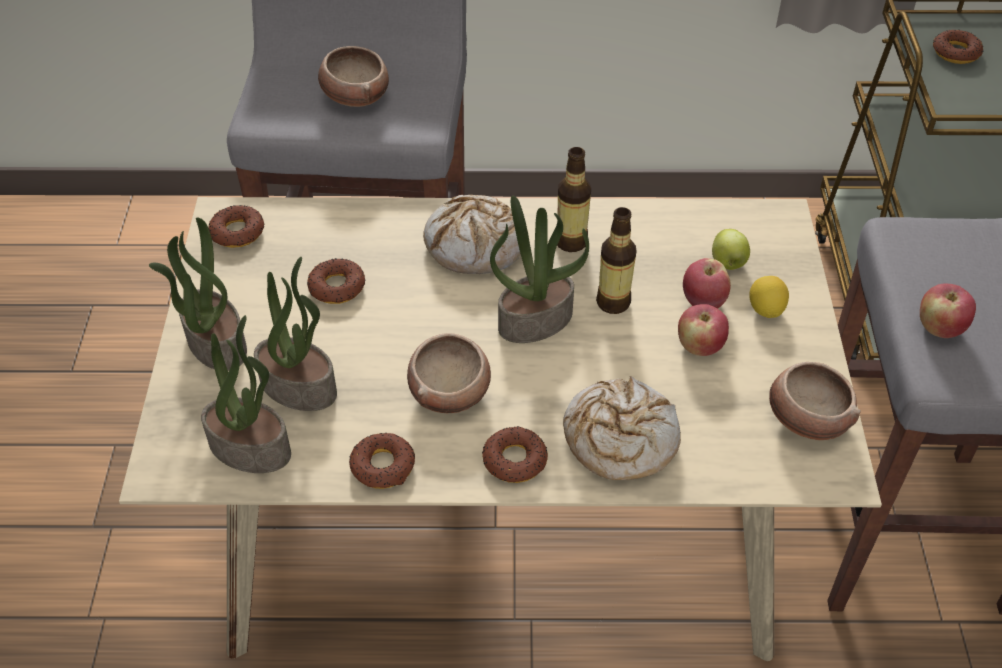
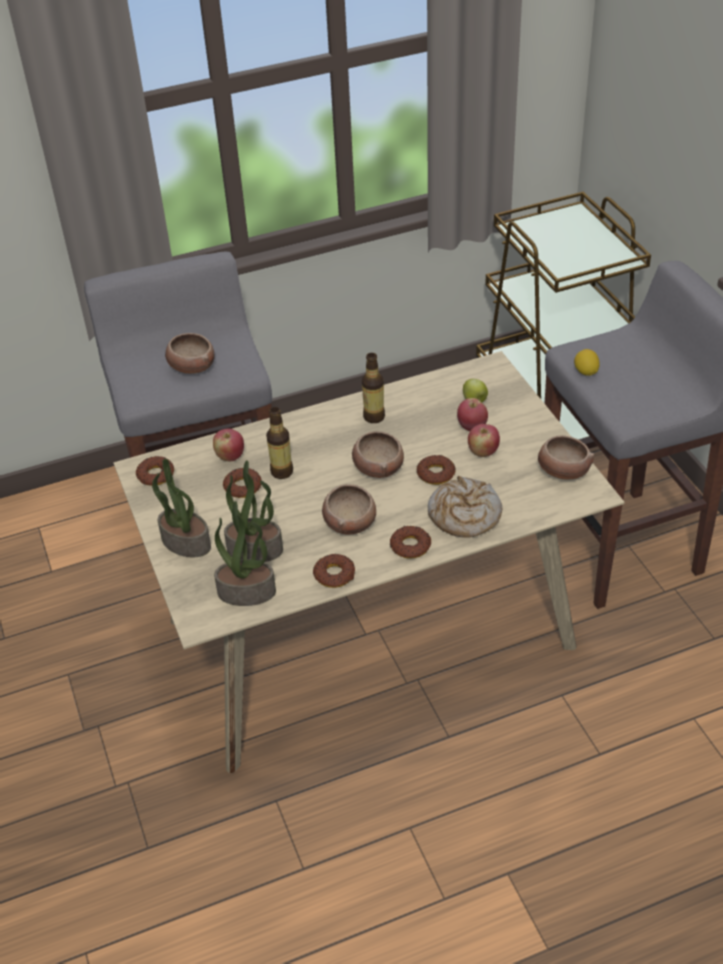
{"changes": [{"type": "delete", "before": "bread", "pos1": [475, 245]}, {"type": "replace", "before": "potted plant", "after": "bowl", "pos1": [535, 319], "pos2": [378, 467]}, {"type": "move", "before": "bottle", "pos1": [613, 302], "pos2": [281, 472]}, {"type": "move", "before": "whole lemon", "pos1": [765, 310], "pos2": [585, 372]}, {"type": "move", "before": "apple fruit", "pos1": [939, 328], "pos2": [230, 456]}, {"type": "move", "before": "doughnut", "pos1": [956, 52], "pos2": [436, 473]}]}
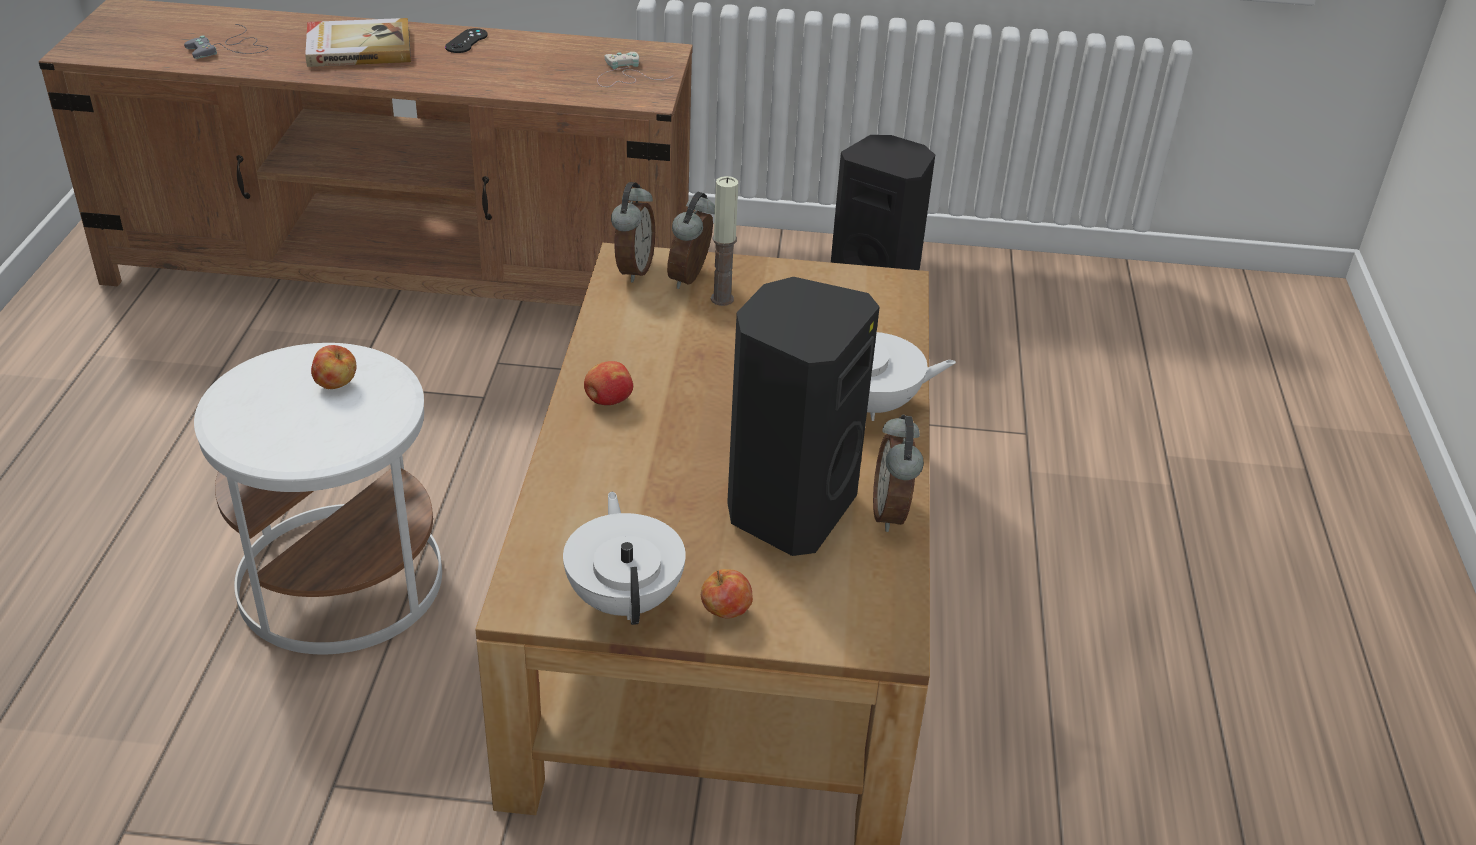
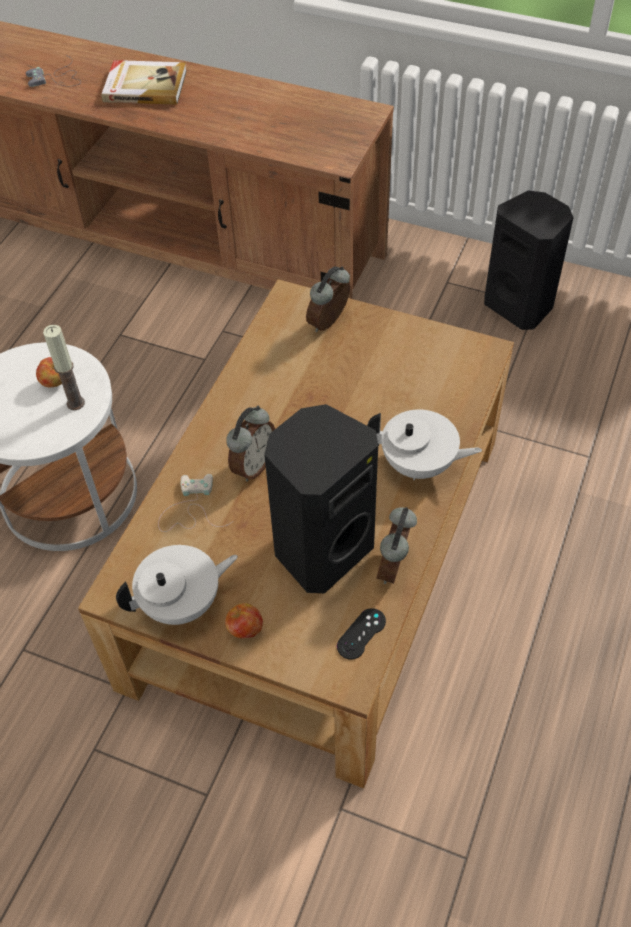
{"changes": [{"type": "move", "before": "joypad (black)", "pos1": [466, 41], "pos2": [361, 634]}, {"type": "rotate", "before": "pot for tea (white-coloured)", "pos1": [625, 598], "pos2": [182, 603], "turn": 60}, {"type": "delete", "before": "apple fruit", "pos1": [608, 401]}, {"type": "move", "before": "joypad (white-coloured)", "pos1": [624, 75], "pos2": [190, 508]}, {"type": "move", "before": "table clock", "pos1": [632, 269], "pos2": [252, 465]}, {"type": "move", "before": "wax light", "pos1": [722, 299], "pos2": [75, 403]}]}
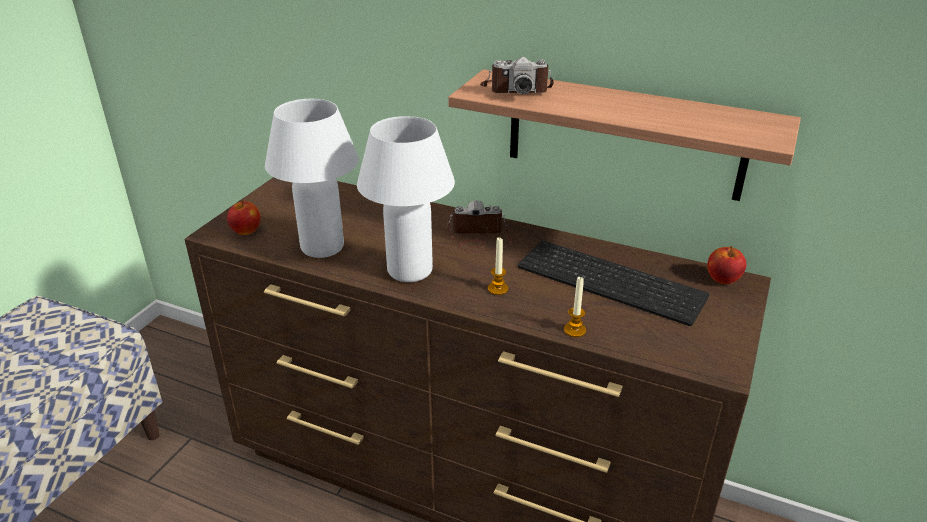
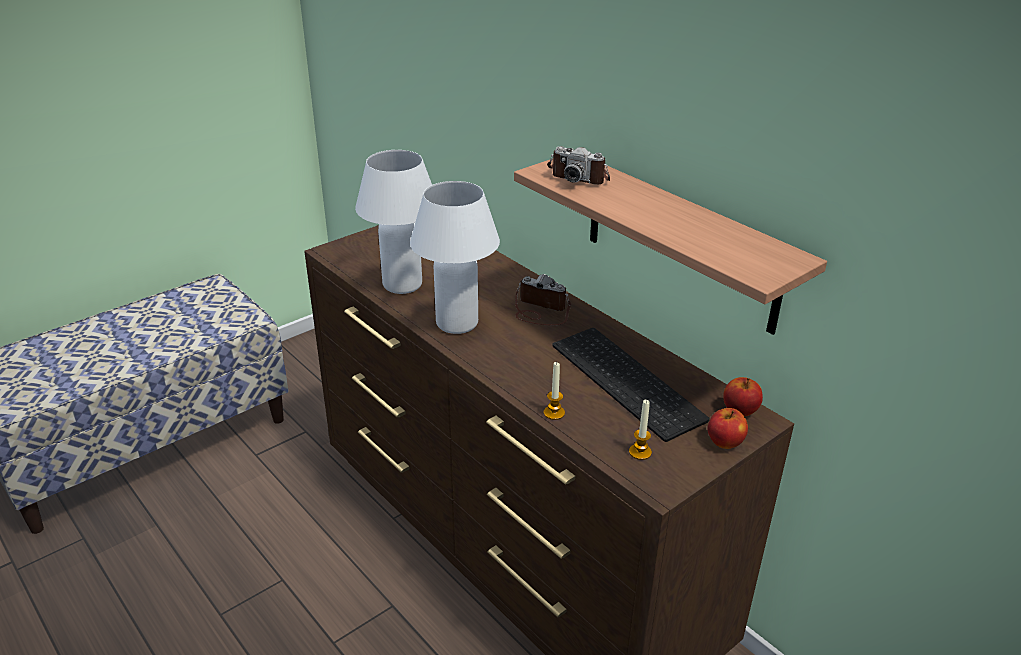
{"changes": [{"type": "move", "before": "apple fruit", "pos1": [246, 231], "pos2": [724, 442]}, {"type": "move", "before": "wax light", "pos1": [498, 289], "pos2": [640, 452]}]}
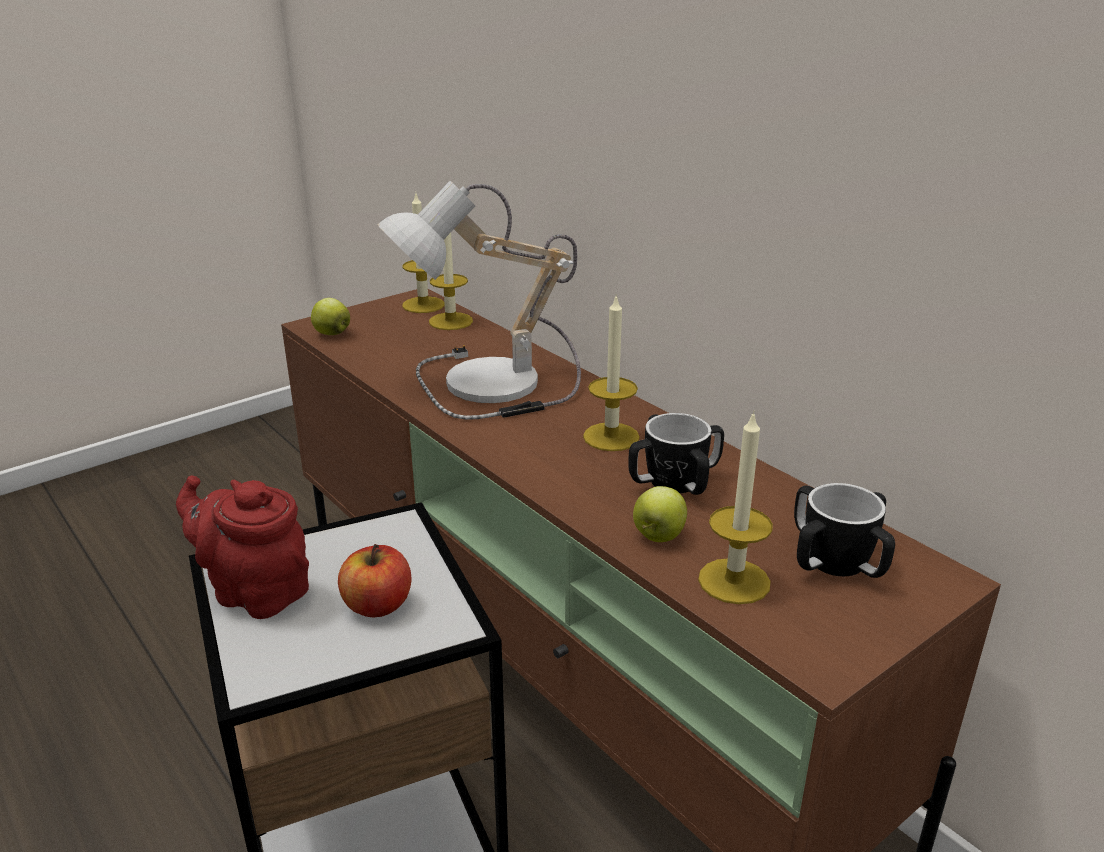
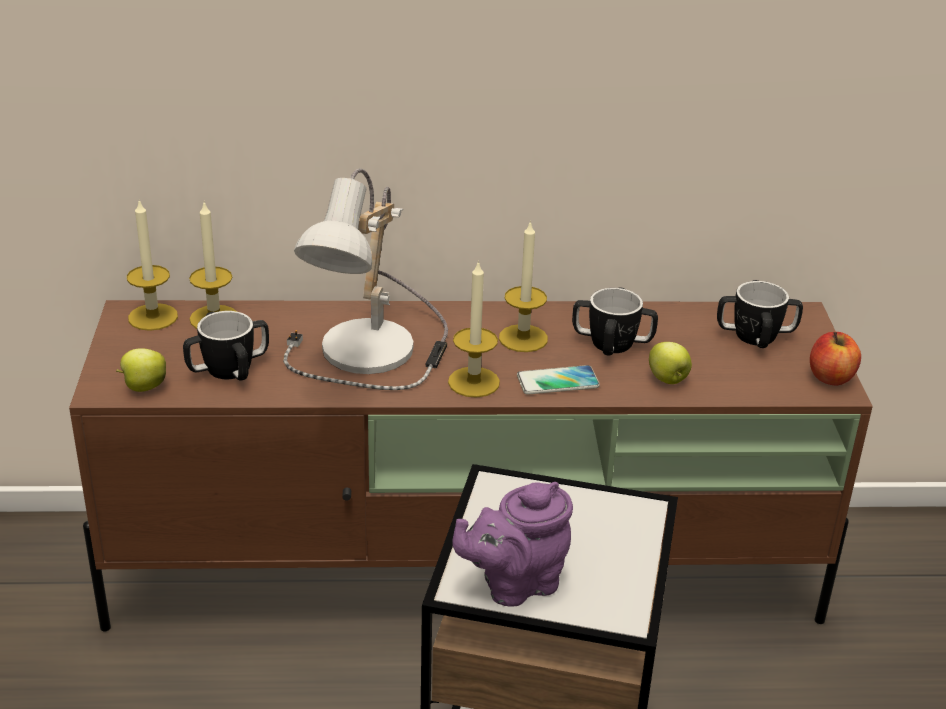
{"changes": [{"type": "recolor", "before": "pot for tea (reddish)", "after": "pot for tea (purple-coloured)", "pos1": [255, 591], "pos2": [514, 584]}, {"type": "move", "before": "apple fruit", "pos1": [378, 605], "pos2": [831, 377]}, {"type": "move", "before": "wax light", "pos1": [734, 581], "pos2": [473, 382]}, {"type": "insert", "after": "tea mug", "pos2": [228, 369]}, {"type": "insert", "after": "telephone", "pos2": [557, 381]}]}
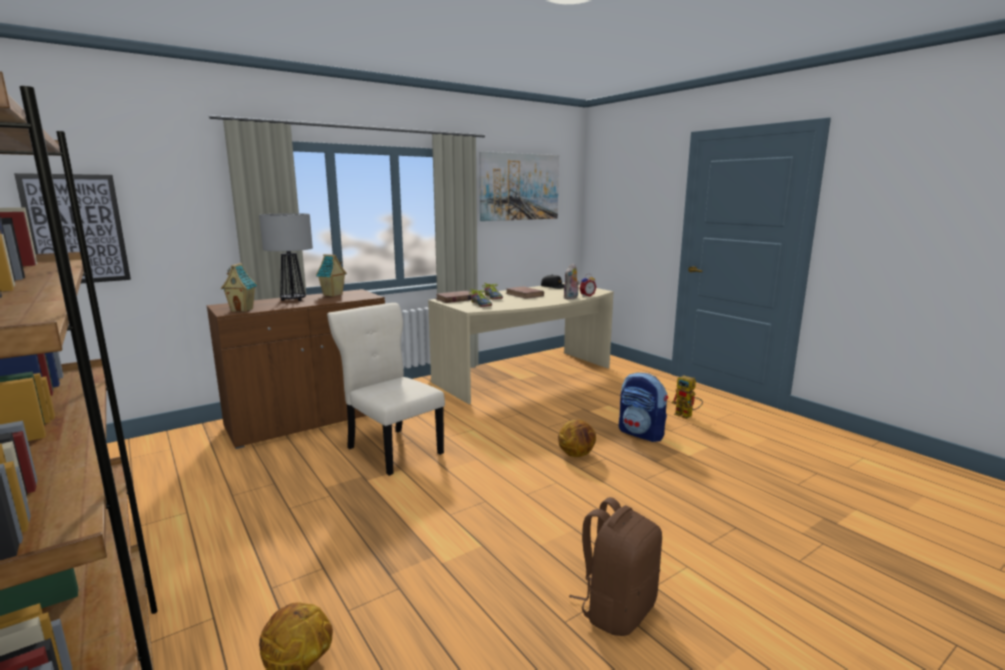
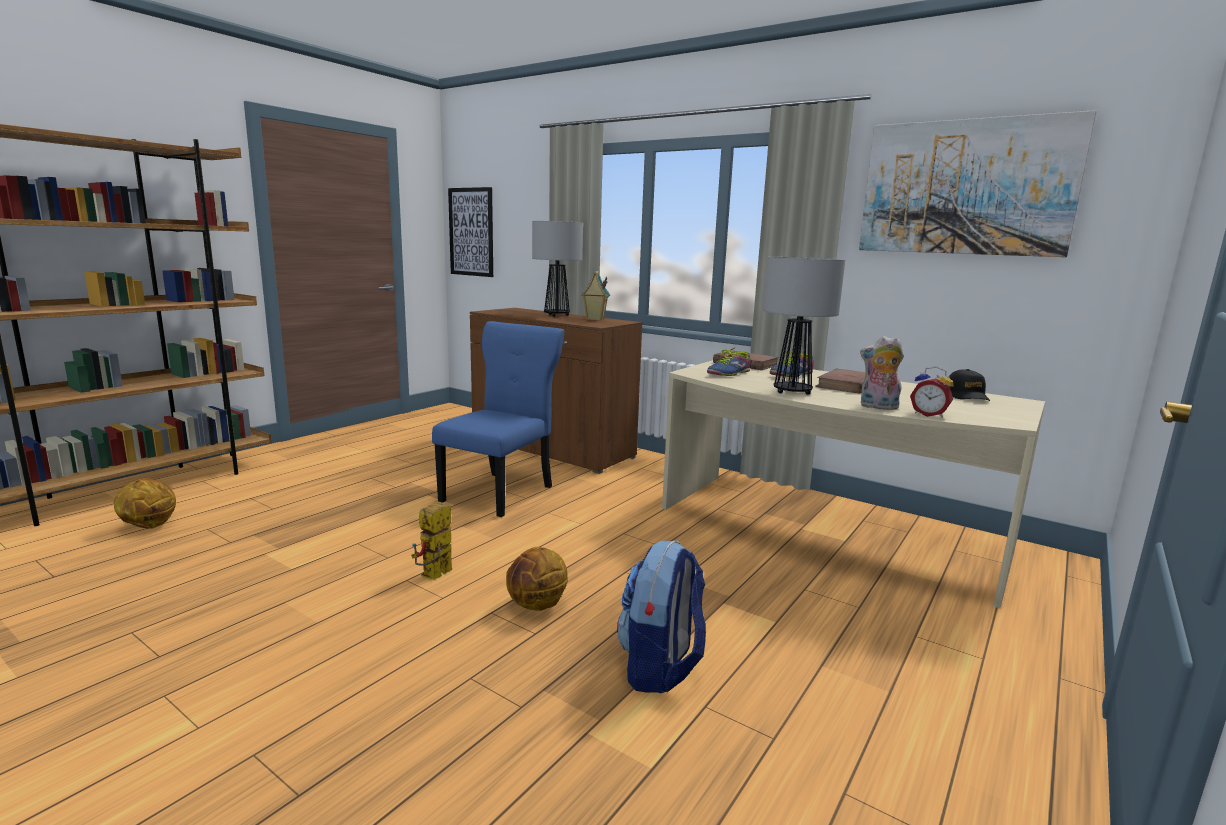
{"changes": [{"type": "delete", "before": "model house", "pos1": [242, 310]}, {"type": "recolor", "before": "plain chair (beige-coloured)", "after": "plain chair (blue-coloured)", "pos1": [392, 449], "pos2": [501, 492]}, {"type": "delete", "before": "knapsack (brownish)", "pos1": [617, 609]}, {"type": "move", "before": "toy robot", "pos1": [687, 416], "pos2": [434, 576]}, {"type": "insert", "after": "lamp for a table", "pos2": [791, 392]}]}
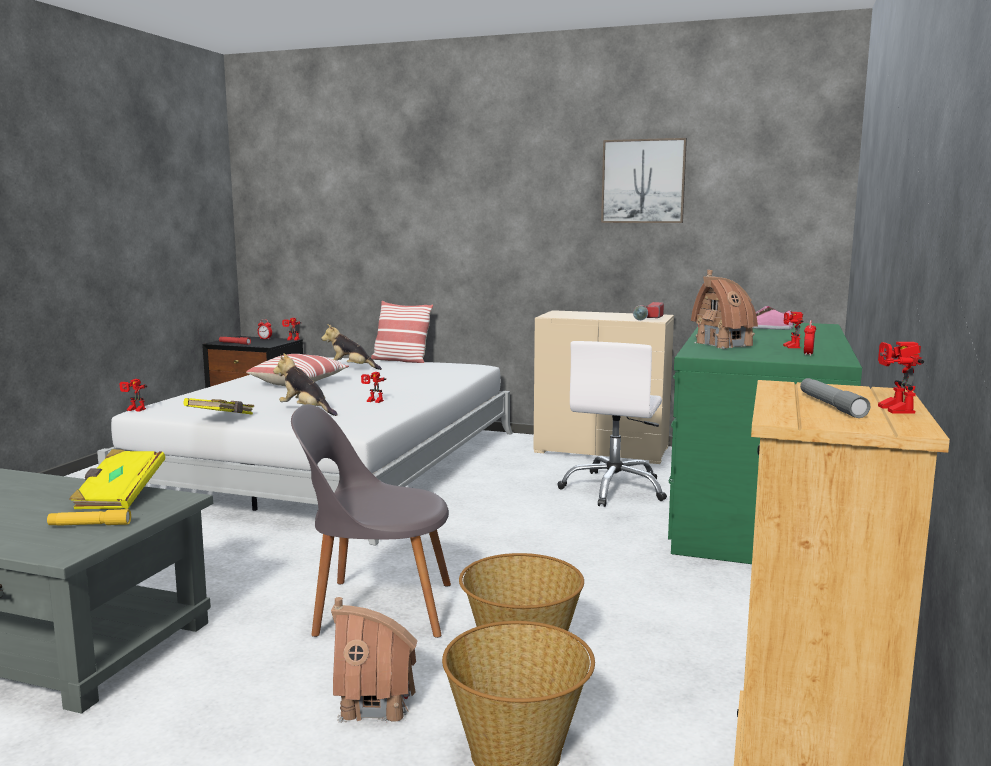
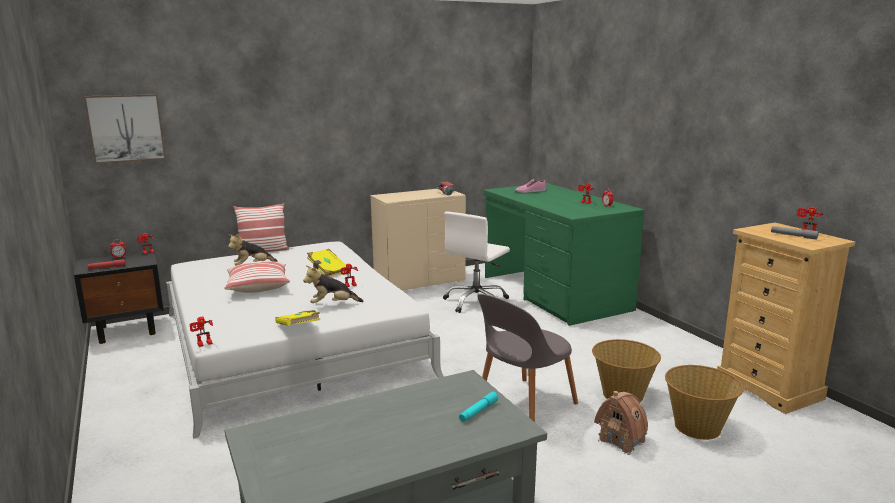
{"changes": [{"type": "recolor", "before": "torch (yellow)", "after": "torch (turquoise-coloured)", "pos1": [89, 525], "pos2": [478, 411]}, {"type": "move", "before": "volume (yellow)", "pos1": [119, 497], "pos2": [327, 270]}, {"type": "rotate", "before": "office chair (white-coloured)", "pos1": [614, 489], "pos2": [476, 302], "turn": 60}, {"type": "move", "before": "wall picture", "pos1": [643, 181], "pos2": [126, 128]}, {"type": "delete", "before": "model house", "pos1": [724, 344]}]}
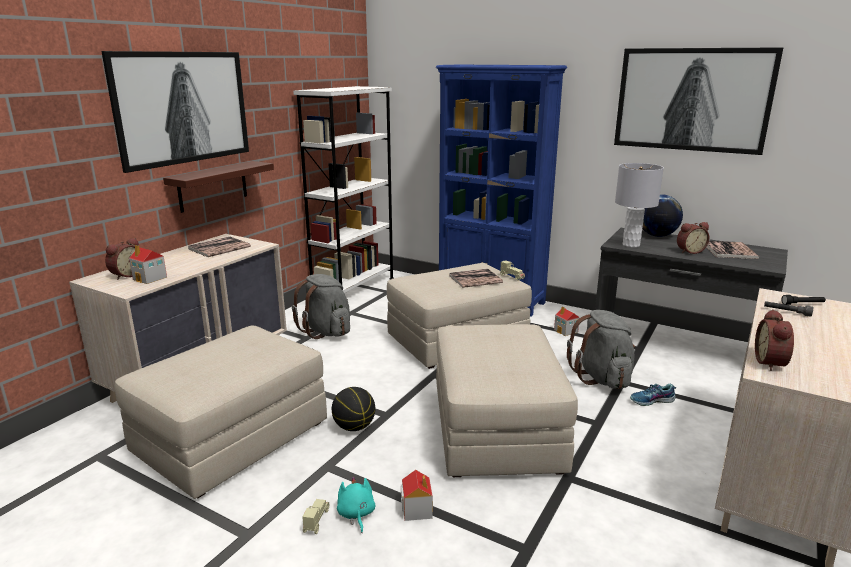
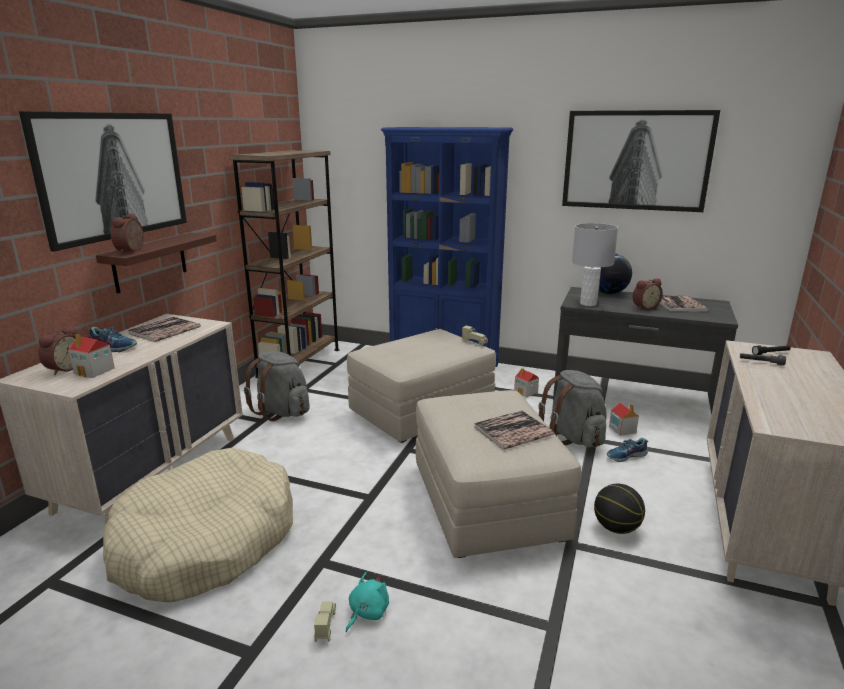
{"changes": [{"type": "replace", "before": "footrest (beige-coloured)", "after": "dog bed (beige-coloured)", "pos1": [232, 437], "pos2": [206, 541]}, {"type": "recolor", "before": "bookcase (white-coloured)", "after": "bookcase (brownish)", "pos1": [354, 288], "pos2": [299, 362]}, {"type": "move", "before": "basketball ball", "pos1": [354, 427], "pos2": [616, 528]}, {"type": "rotate", "before": "plush toy (turquoise-coloured)", "pos1": [356, 514], "pos2": [367, 612], "turn": 60}, {"type": "move", "before": "model house", "pos1": [417, 509], "pos2": [622, 429]}, {"type": "move", "before": "volume", "pos1": [475, 279], "pos2": [513, 431]}, {"type": "move", "before": "table clock", "pos1": [772, 363], "pos2": [132, 251]}, {"type": "insert", "after": "item of footwear", "pos2": [113, 347]}]}
